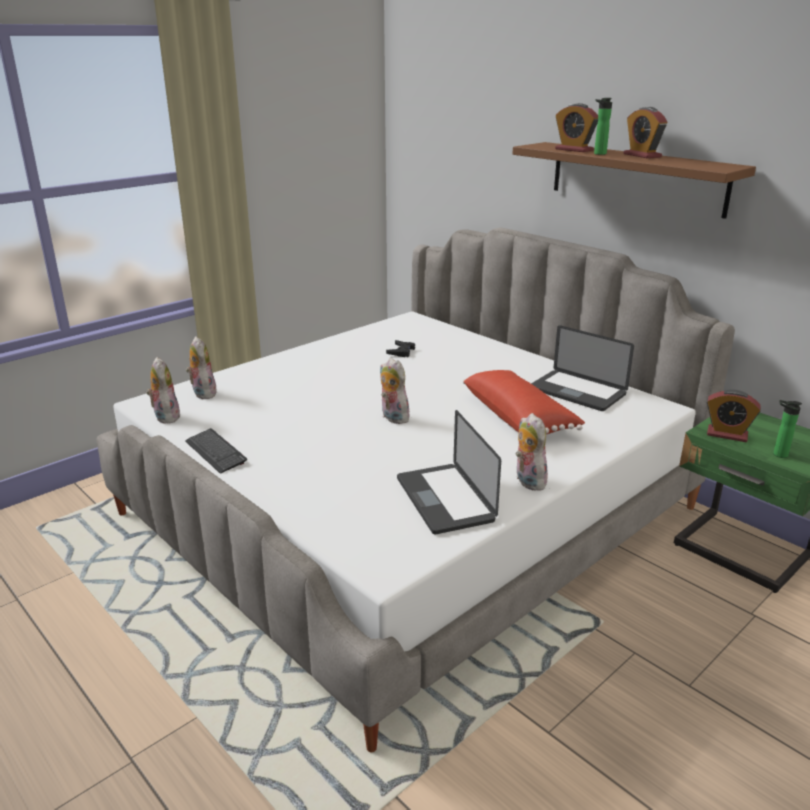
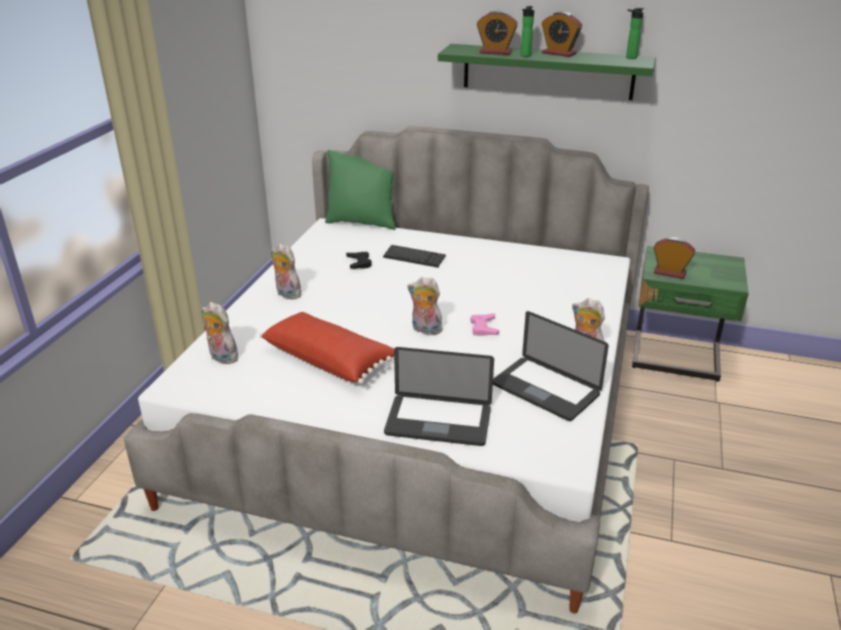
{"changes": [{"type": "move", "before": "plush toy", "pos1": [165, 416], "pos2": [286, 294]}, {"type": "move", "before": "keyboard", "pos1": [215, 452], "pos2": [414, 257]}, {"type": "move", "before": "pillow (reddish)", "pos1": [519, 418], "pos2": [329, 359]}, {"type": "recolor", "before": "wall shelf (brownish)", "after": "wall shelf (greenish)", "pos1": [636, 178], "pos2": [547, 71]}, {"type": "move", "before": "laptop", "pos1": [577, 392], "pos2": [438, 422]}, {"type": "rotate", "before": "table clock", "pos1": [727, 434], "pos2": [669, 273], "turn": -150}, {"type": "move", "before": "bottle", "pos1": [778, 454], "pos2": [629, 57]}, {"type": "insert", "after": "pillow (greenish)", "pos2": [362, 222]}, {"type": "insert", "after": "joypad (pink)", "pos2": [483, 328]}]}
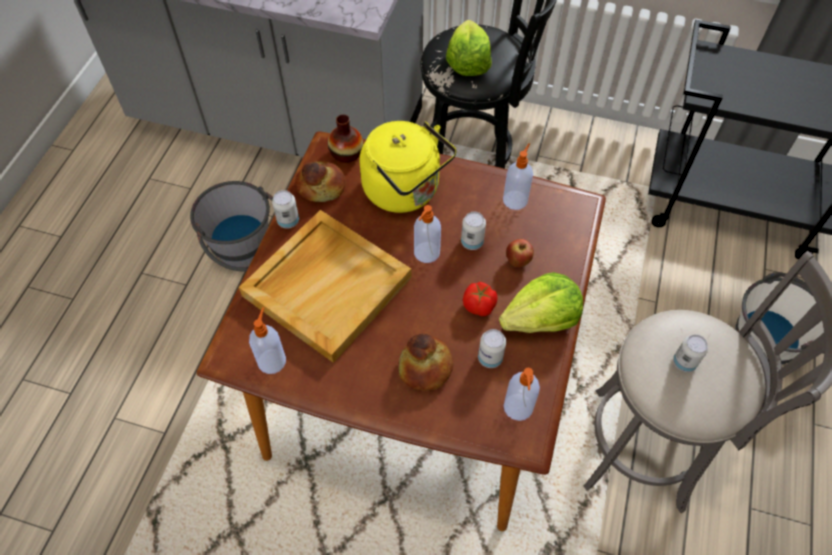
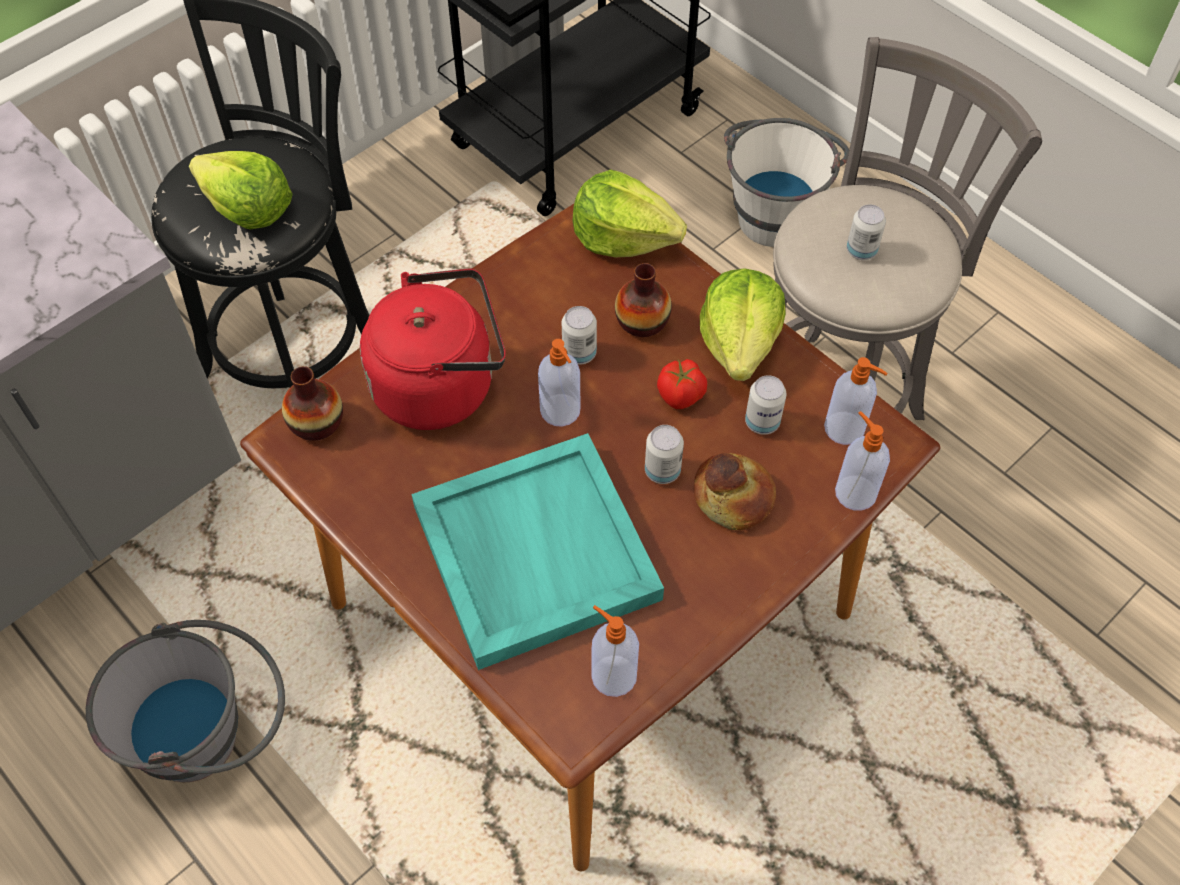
{"changes": [{"type": "recolor", "before": "serving tray (beige-coloured)", "after": "serving tray (turquoise-coloured)", "pos1": [327, 285], "pos2": [533, 552]}, {"type": "move", "before": "can", "pos1": [288, 221], "pos2": [662, 471]}, {"type": "delete", "before": "bread", "pos1": [321, 186]}, {"type": "recolor", "before": "kettle (yellow)", "after": "kettle (reddish)", "pos1": [405, 191], "pos2": [441, 384]}, {"type": "move", "before": "soap bottle", "pos1": [515, 199], "pos2": [854, 491]}, {"type": "replace", "before": "apple fruit", "after": "vase", "pos1": [518, 261], "pos2": [642, 321]}, {"type": "insert", "after": "lettuce", "pos2": [623, 237]}]}
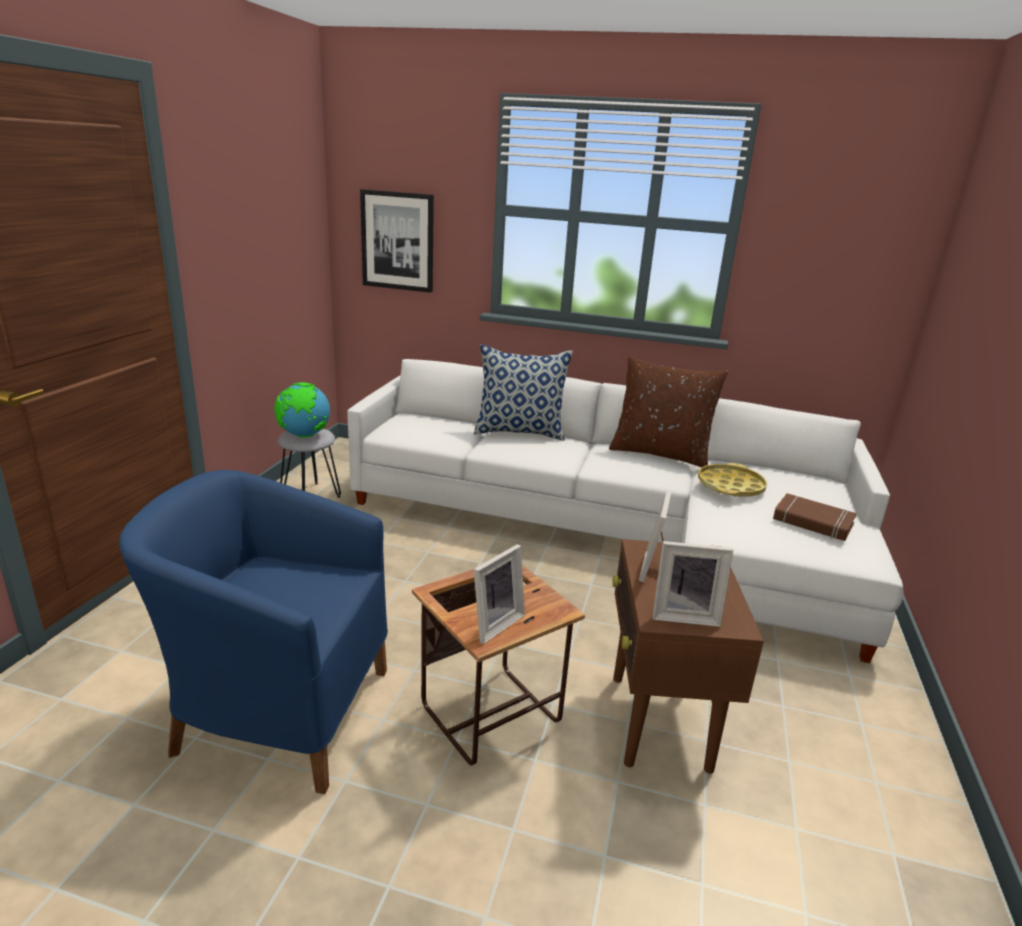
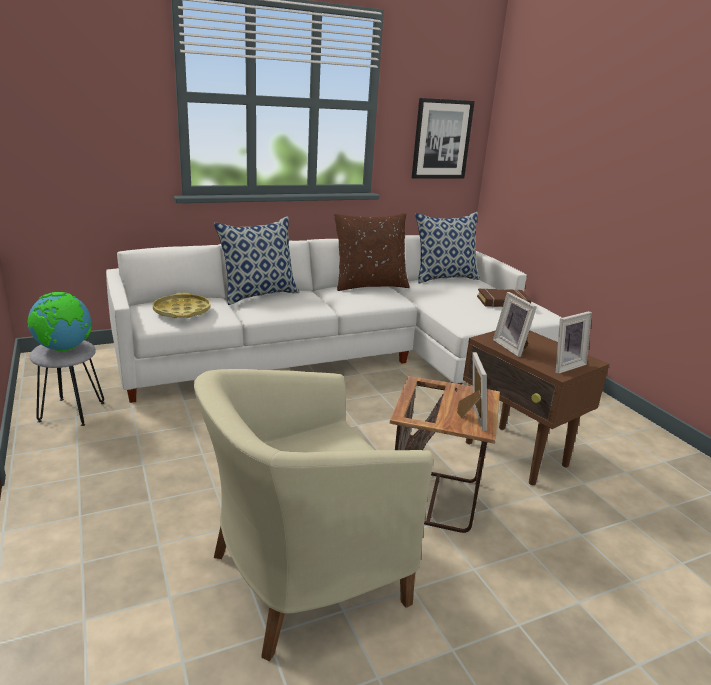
{"changes": [{"type": "recolor", "before": "easy chair (blue-coloured)", "after": "easy chair (beige-coloured)", "pos1": [278, 711], "pos2": [301, 577]}, {"type": "move", "before": "wall picture", "pos1": [397, 241], "pos2": [441, 139]}, {"type": "move", "before": "serving tray (yellow)", "pos1": [730, 486], "pos2": [182, 311]}, {"type": "insert", "after": "pillow", "pos2": [444, 278]}]}
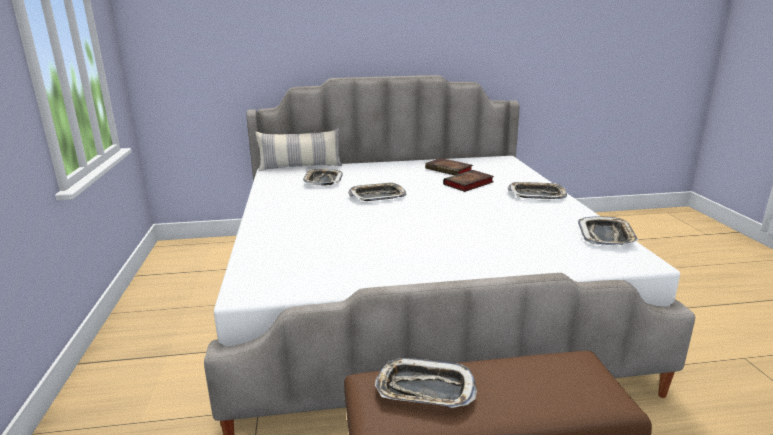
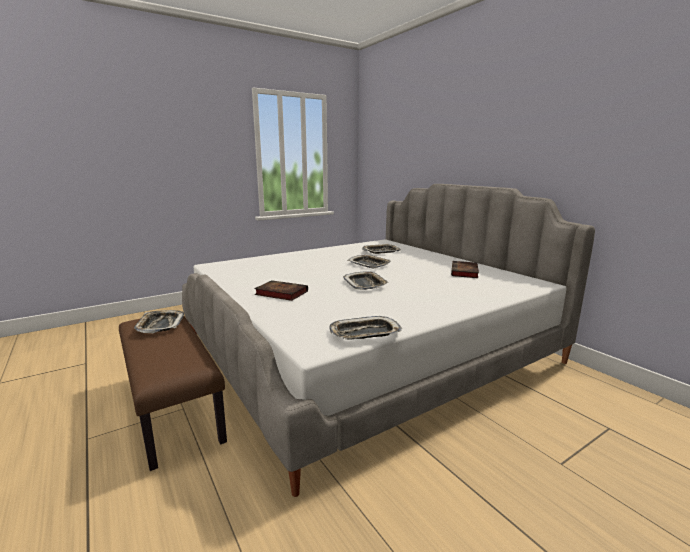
{"changes": [{"type": "delete", "before": "pillow", "pos1": [300, 167]}, {"type": "move", "before": "volume", "pos1": [468, 184], "pos2": [280, 293]}, {"type": "move", "before": "serving tray", "pos1": [537, 194], "pos2": [365, 284]}]}
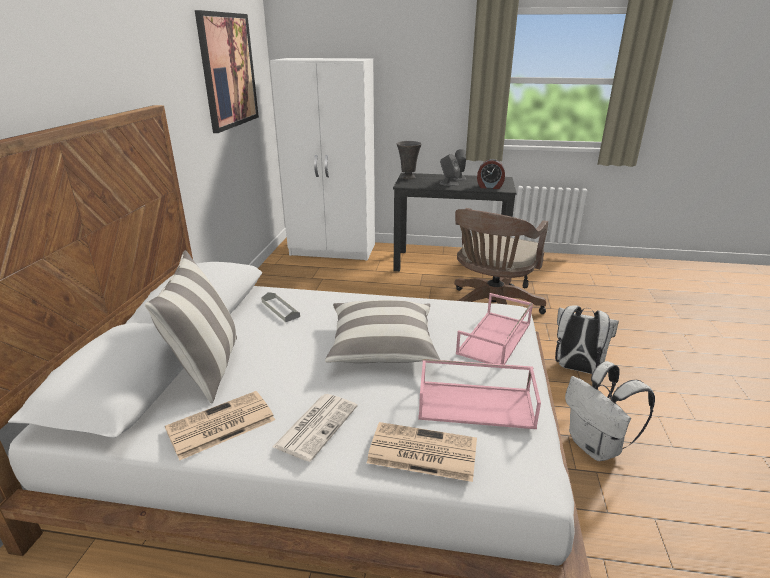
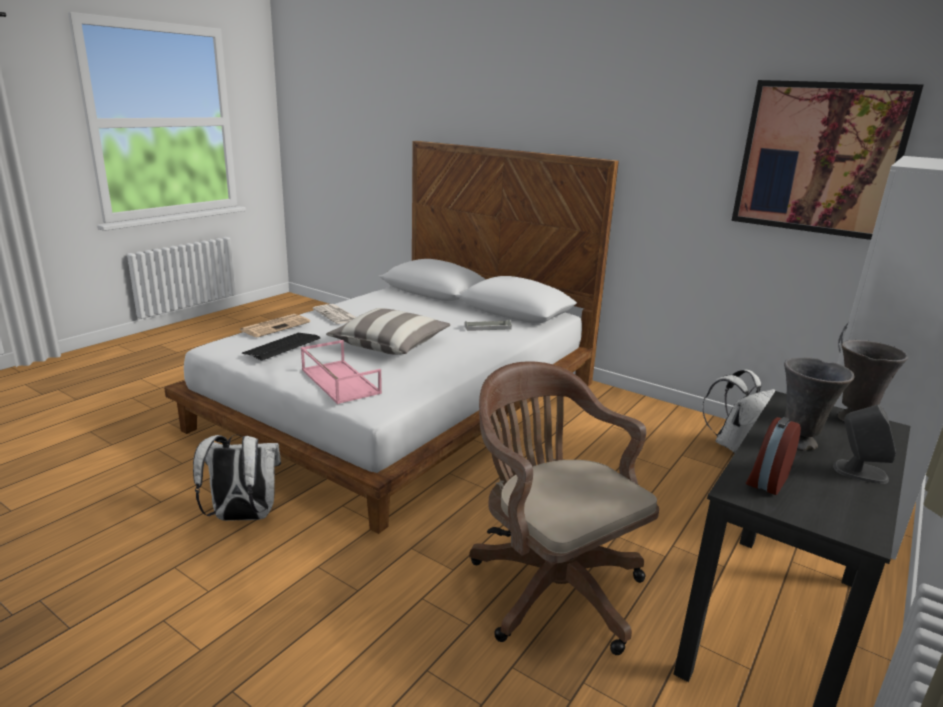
{"changes": [{"type": "delete", "before": "pillow", "pos1": [207, 368]}, {"type": "delete", "before": "printed paper", "pos1": [219, 425]}, {"type": "replace", "before": "serving tray (pink)", "after": "keyboard", "pos1": [476, 404], "pos2": [282, 347]}, {"type": "replace", "before": "loudspeaker (gray)", "after": "vase (gray)", "pos1": [448, 184], "pos2": [799, 443]}, {"type": "move", "before": "knapsack (white-coloured)", "pos1": [576, 368], "pos2": [733, 444]}]}
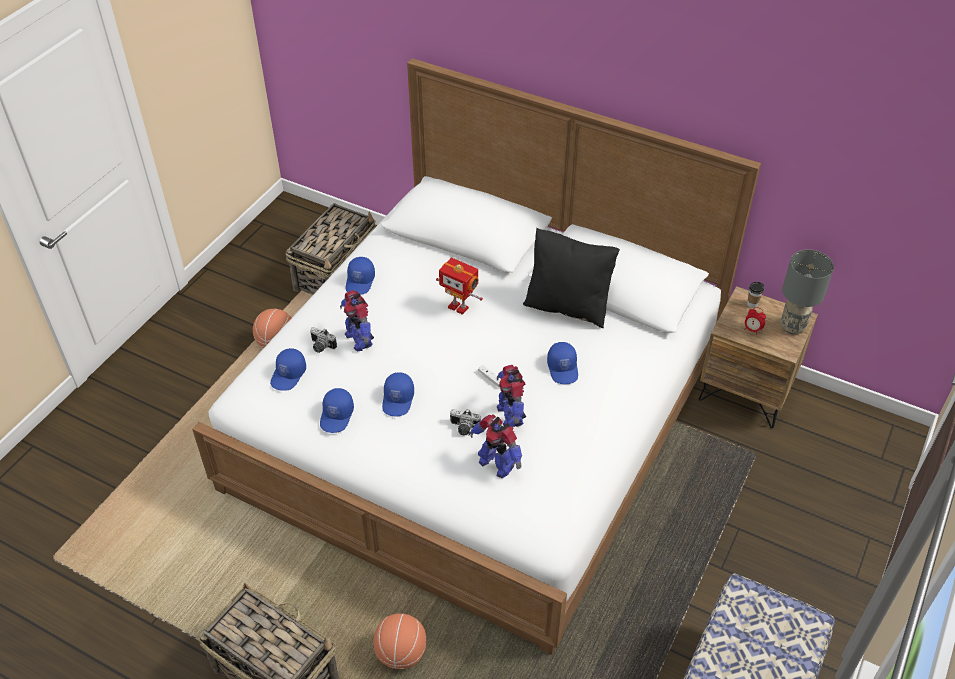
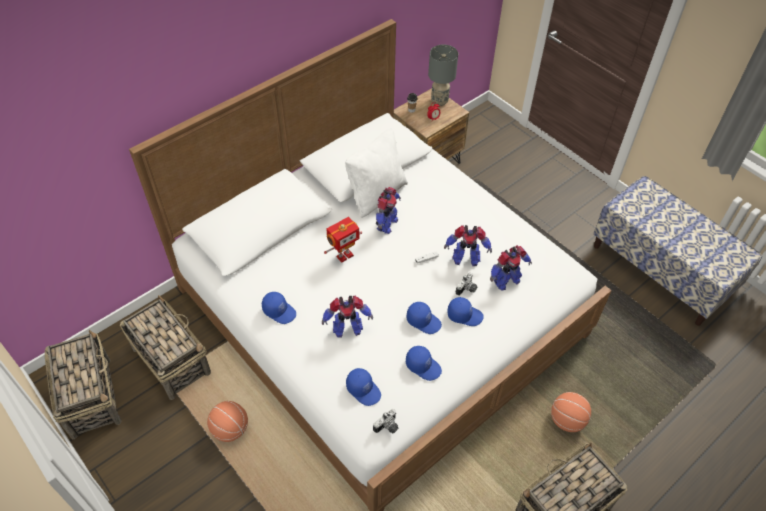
{"changes": [{"type": "move", "before": "still camera", "pos1": [321, 346], "pos2": [388, 427]}, {"type": "recolor", "before": "pillow (black)", "after": "pillow (white-coloured)", "pos1": [568, 306], "pos2": [376, 194]}, {"type": "move", "before": "baseball cap (blue-coloured)", "pos1": [563, 368], "pos2": [464, 315]}, {"type": "insert", "after": "basket", "pos2": [91, 396]}, {"type": "insert", "after": "toy robot", "pos2": [386, 224]}]}
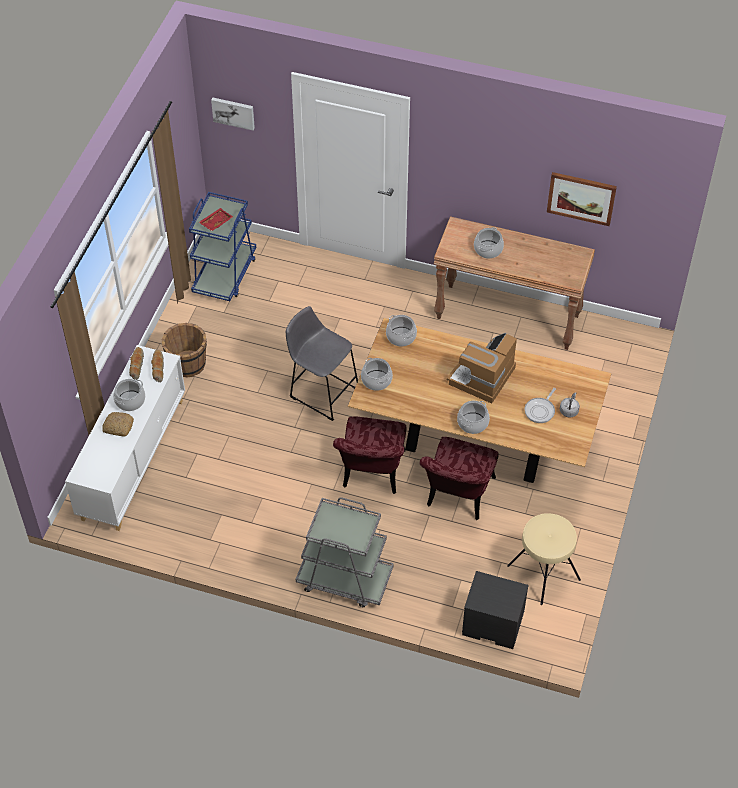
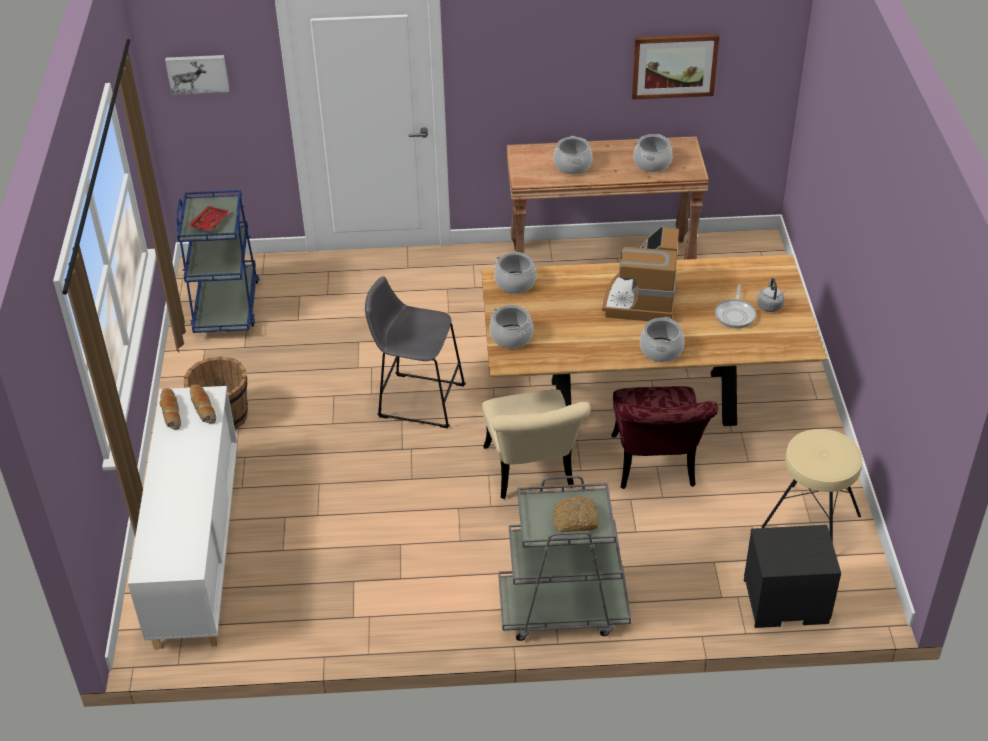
{"changes": [{"type": "move", "before": "bread", "pos1": [118, 427], "pos2": [575, 520]}, {"type": "move", "before": "stockpot", "pos1": [130, 401], "pos2": [652, 163]}, {"type": "recolor", "before": "plain chair (reddish)", "after": "plain chair (beige-coloured)", "pos1": [372, 475], "pos2": [532, 474]}]}
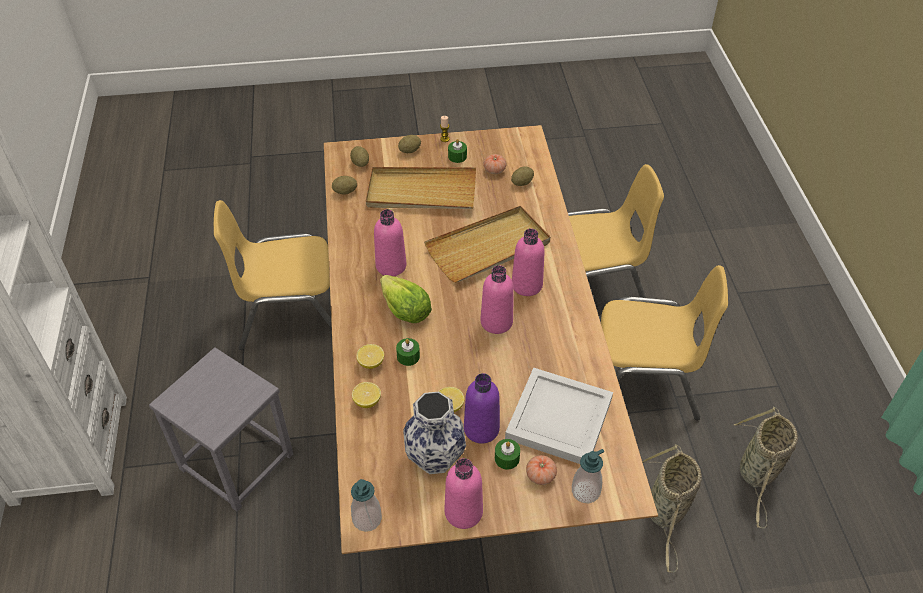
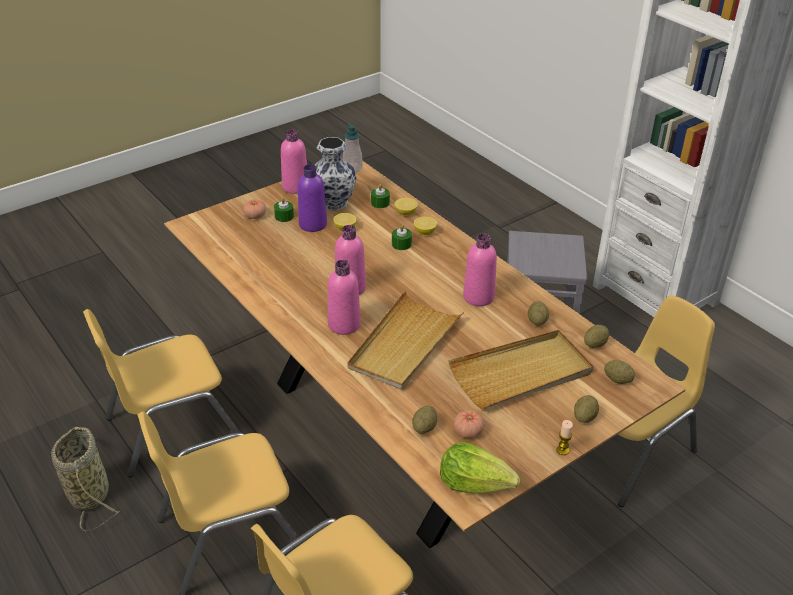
{"changes": [{"type": "move", "before": "lettuce", "pos1": [404, 310], "pos2": [475, 483]}, {"type": "move", "before": "wax light (greenish)", "pos1": [457, 156], "pos2": [380, 203]}, {"type": "delete", "before": "serving tray (white-coloured)", "pos1": [558, 417]}, {"type": "delete", "before": "soap bottle", "pos1": [585, 491]}, {"type": "replace", "before": "basket", "after": "plain chair (yellow)", "pos1": [666, 513], "pos2": [172, 428]}, {"type": "insert", "after": "whole potato", "pos2": [537, 321]}]}
